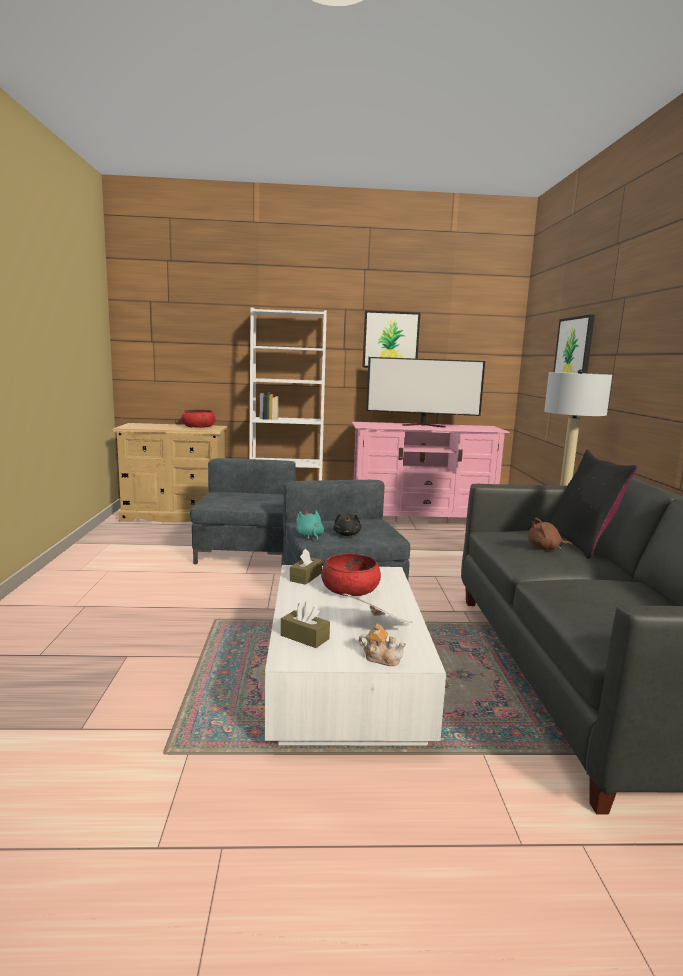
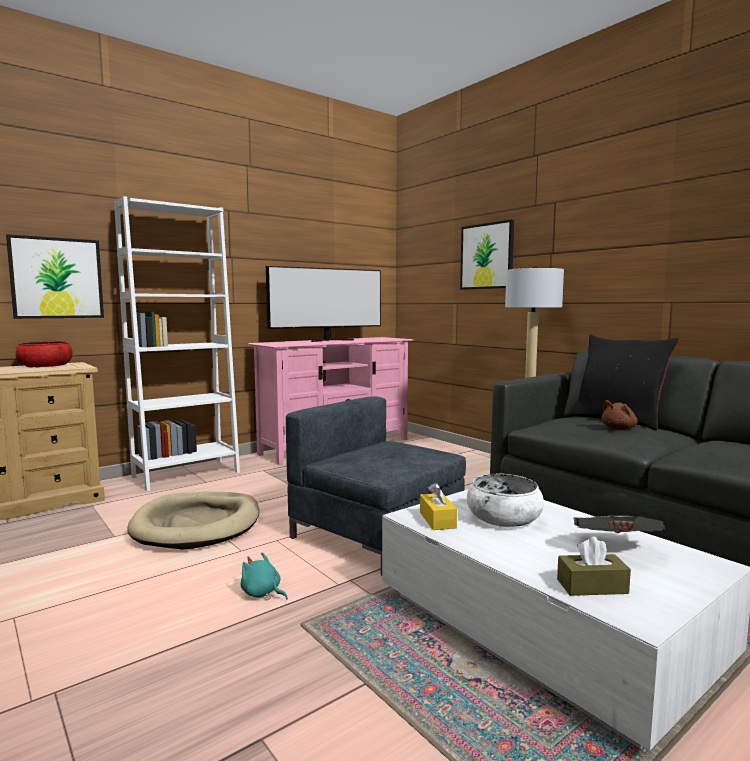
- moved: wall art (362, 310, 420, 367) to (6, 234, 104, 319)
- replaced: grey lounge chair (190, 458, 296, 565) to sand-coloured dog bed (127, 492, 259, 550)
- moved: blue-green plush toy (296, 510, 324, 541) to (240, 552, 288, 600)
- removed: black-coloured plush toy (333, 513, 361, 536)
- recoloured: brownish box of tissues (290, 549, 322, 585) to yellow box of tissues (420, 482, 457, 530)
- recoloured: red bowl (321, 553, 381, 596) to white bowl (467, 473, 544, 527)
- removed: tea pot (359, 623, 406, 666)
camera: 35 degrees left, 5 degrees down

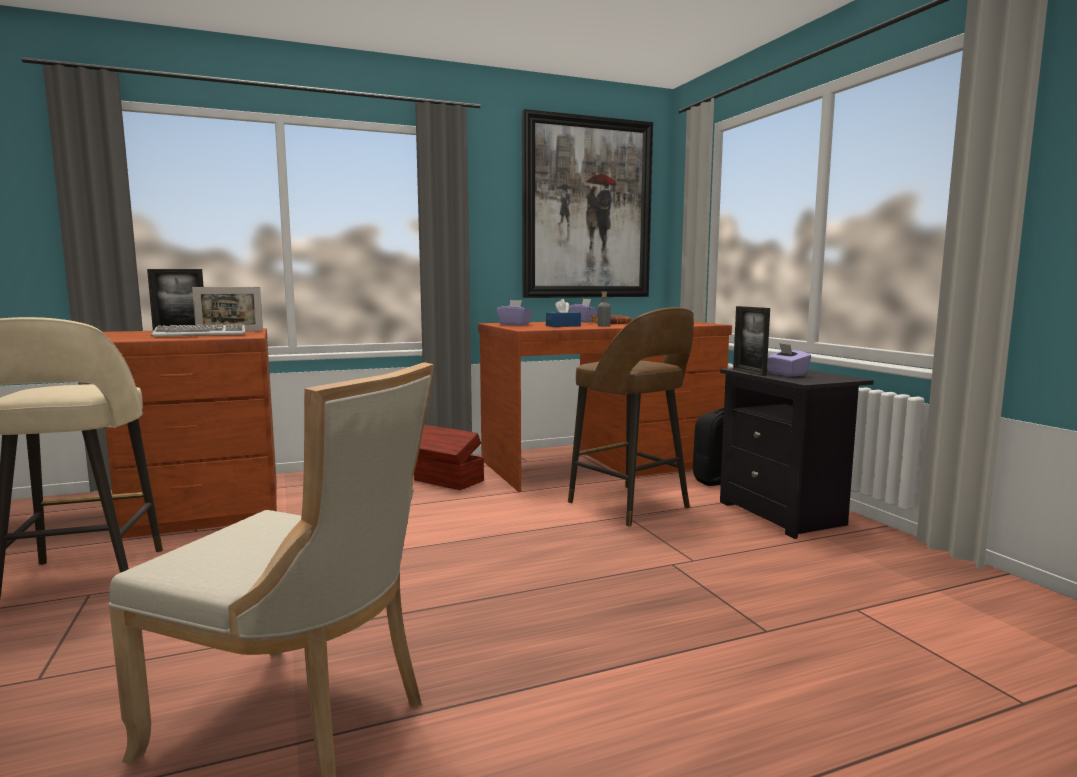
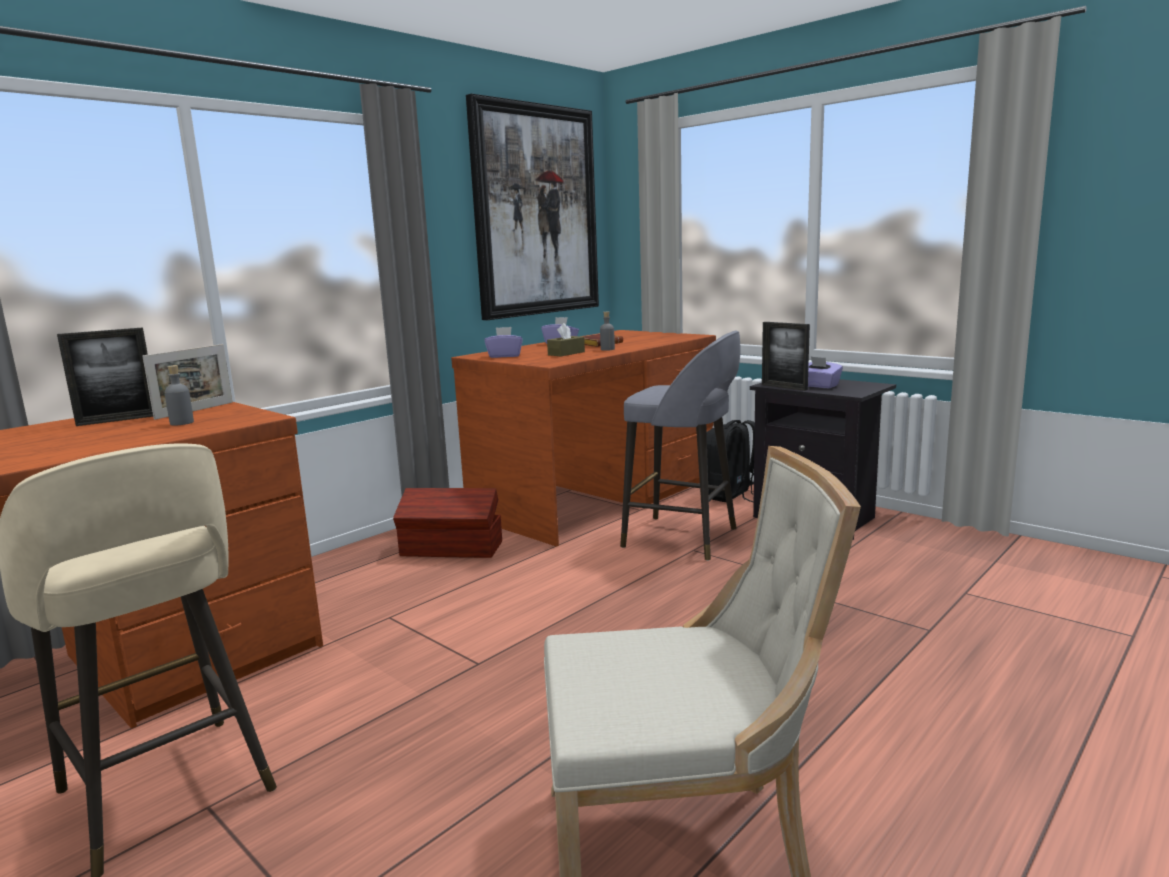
- recoloured: blue box of tissues (546, 299, 581, 327) to brownish box of tissues (547, 323, 585, 356)
- recoloured: brownish stool (568, 307, 694, 527) to grey stool (620, 331, 741, 561)
- replaced: computer keyboard (151, 324, 245, 337) to grey drink bottle (165, 365, 194, 425)
camera: 25 degrees left, 5 degrees up

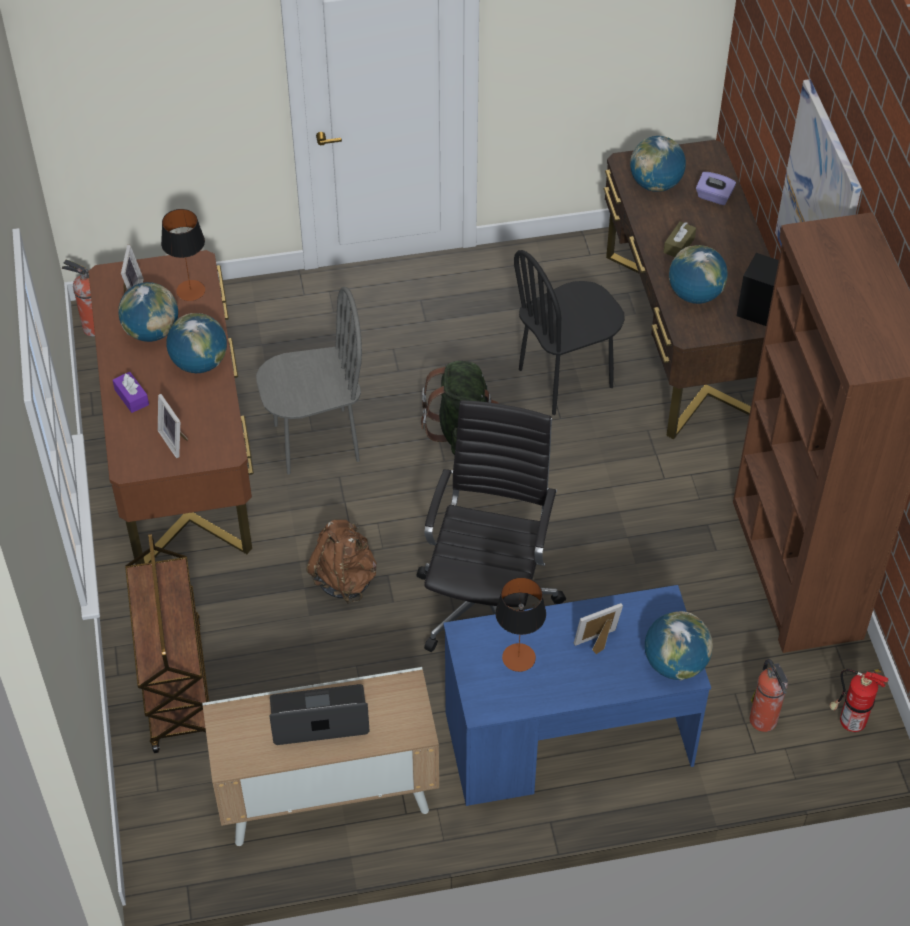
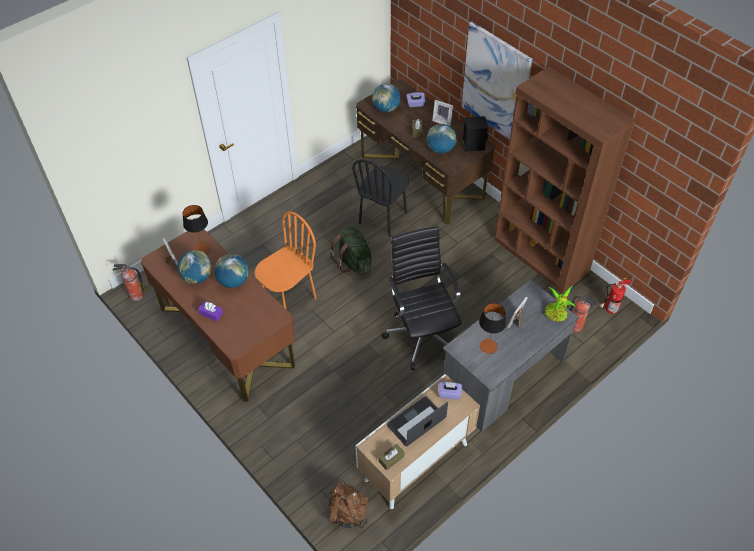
- recoloured: grey plain chair (256, 287, 362, 475) to orangey plain chair (254, 211, 316, 309)
- moved: standing frame (158, 394, 188, 458) to (432, 100, 453, 126)
- moved: brownish knapsack (306, 520, 377, 604) to (328, 480, 368, 528)
- removed: brownish wheeled cart (125, 533, 209, 753)
- recoloured: blue desk (443, 585, 711, 806) to grey desk (443, 280, 579, 432)
- replaced: desk globe (645, 611, 713, 680) to plant in a pot (545, 286, 575, 322)
- added: purple box of tissues (438, 382, 462, 400)
- added: brownish box of tissues (379, 444, 404, 470)
camera: 30 degrees left, 0 degrees up

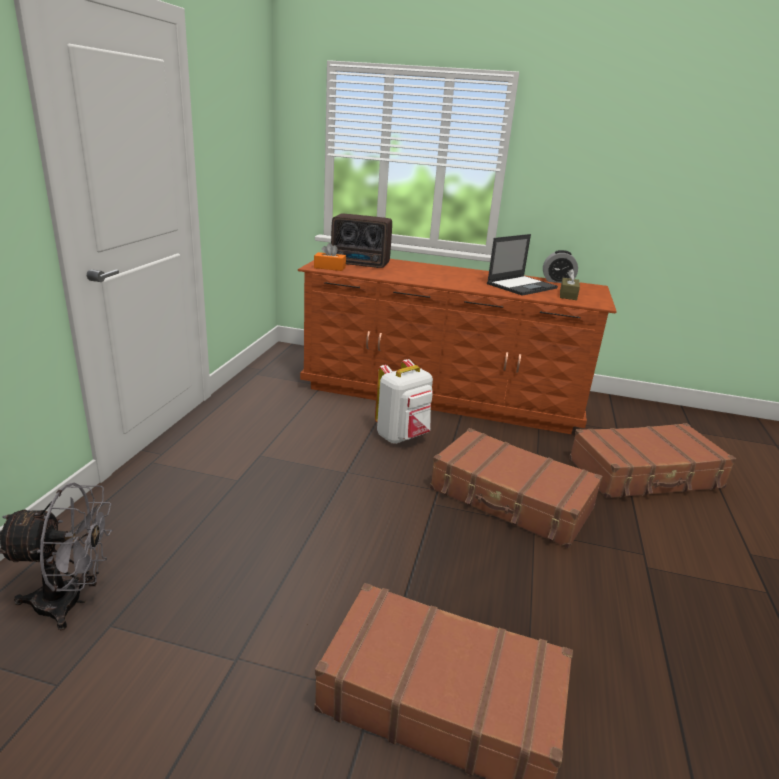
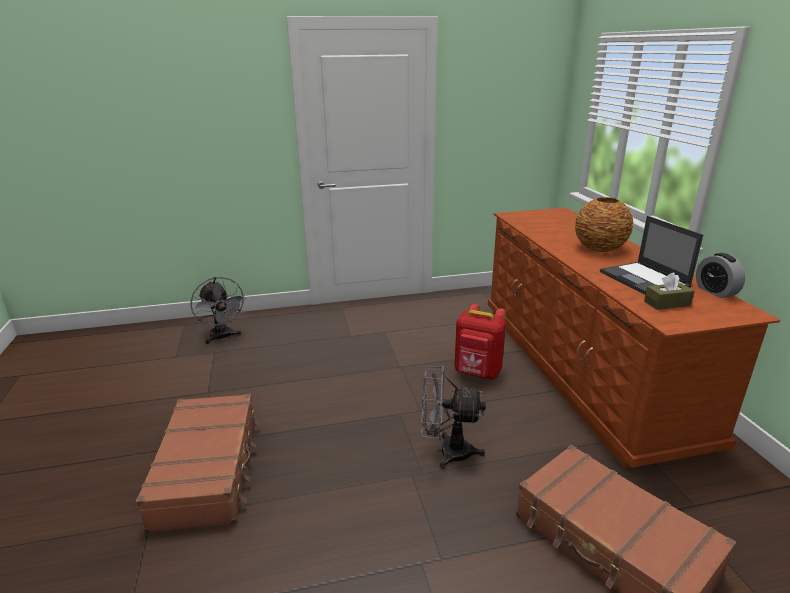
- removed: radio (331, 214, 392, 268)
- turned: portable computer (487, 234, 558, 296) = (600, 216, 703, 295) 45 degrees clockwise
- removed: orangey box of tissues (314, 243, 346, 271)
- recoloured: white knapsack (375, 359, 433, 444) to red knapsack (454, 304, 506, 379)
- replaced: brownish travel case (430, 428, 603, 548) to grey cooling fan (421, 366, 486, 469)
- added: vase (575, 197, 633, 252)
camera: 65 degrees right, 0 degrees up

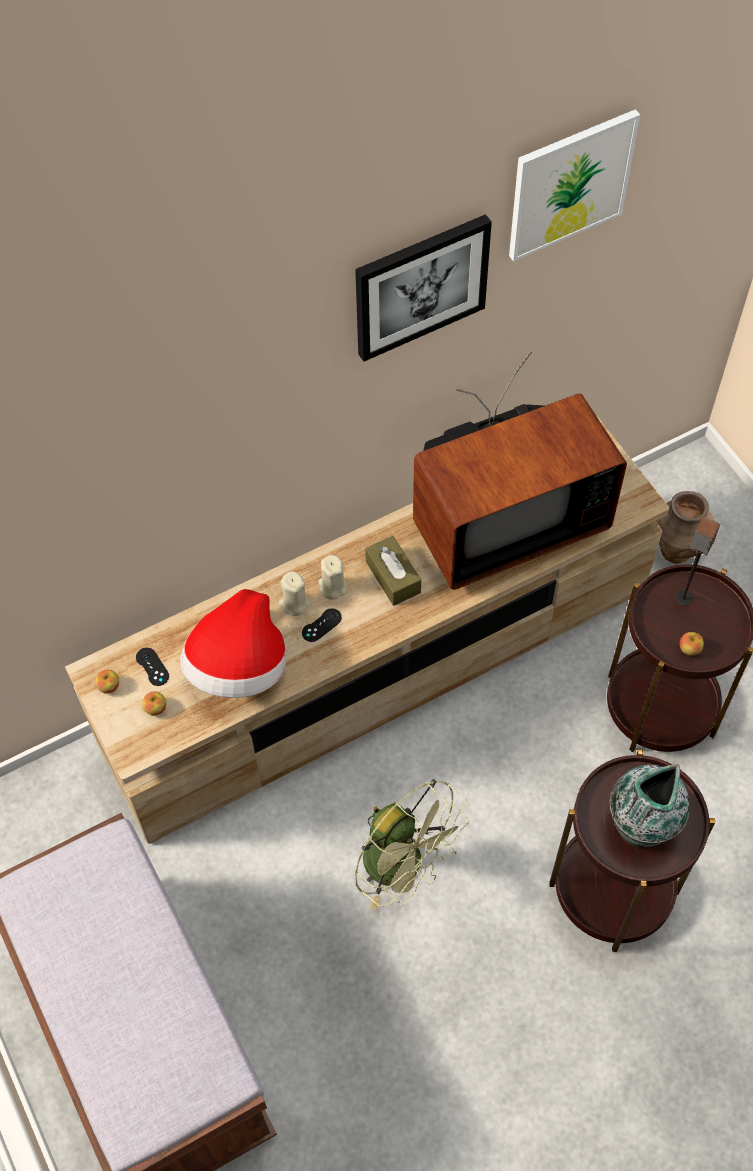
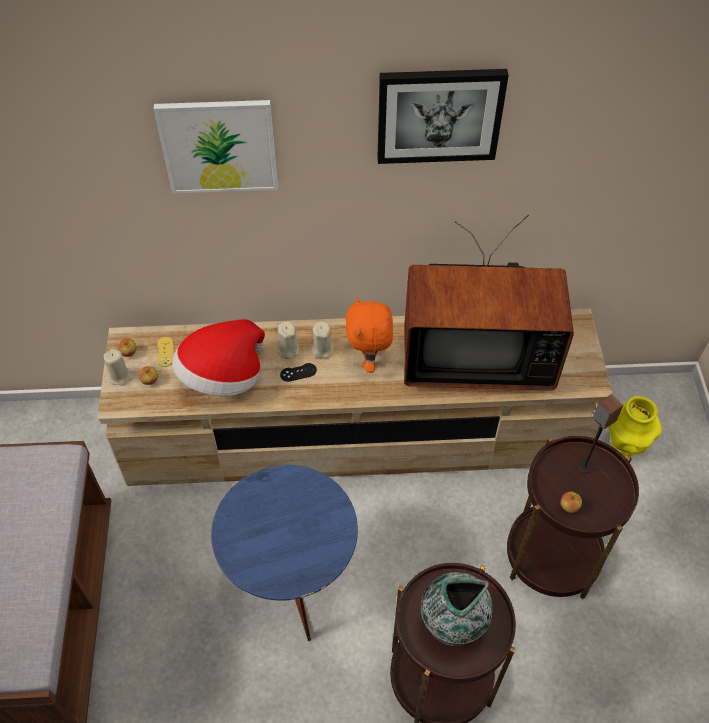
- moved: wall art (509, 109, 640, 262) to (154, 100, 278, 193)
- recoloured: brownish vase (656, 491, 715, 564) to yellow vase (608, 396, 662, 456)
- replaced: brownish box of tissues (365, 536, 421, 606) to orangey plush toy (346, 296, 393, 373)
- recoloured: black-coloured gamepad (136, 648, 169, 686) to yellow gamepad (157, 337, 173, 367)
- replaced: green-coloured cooling fan (354, 779, 470, 910) to blue side table (211, 465, 358, 641)
- added: sand-coloured wax light (104, 349, 133, 386)
camera: 25 degrees right, 5 degrees down

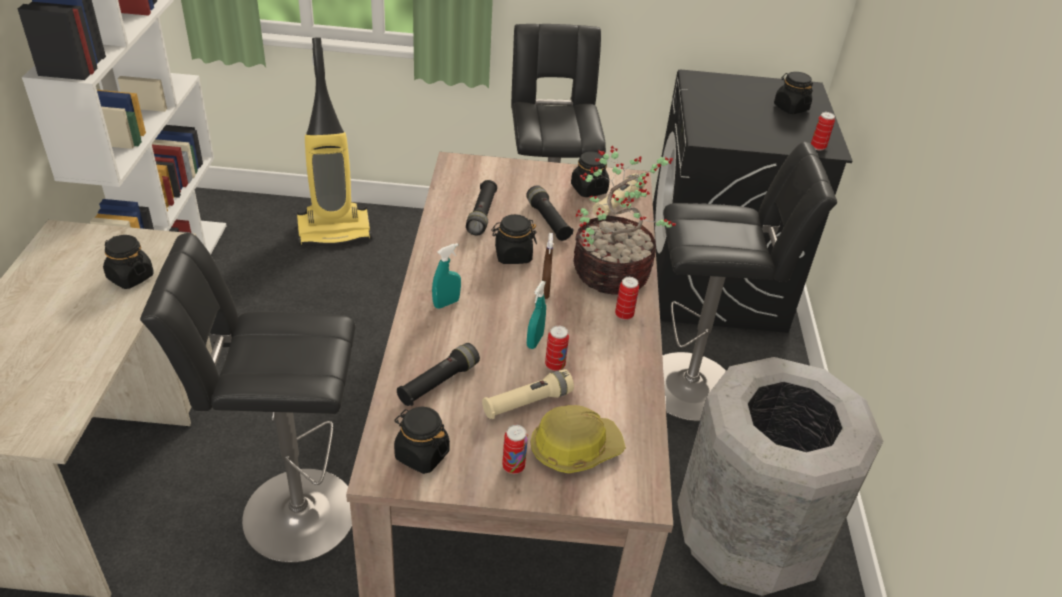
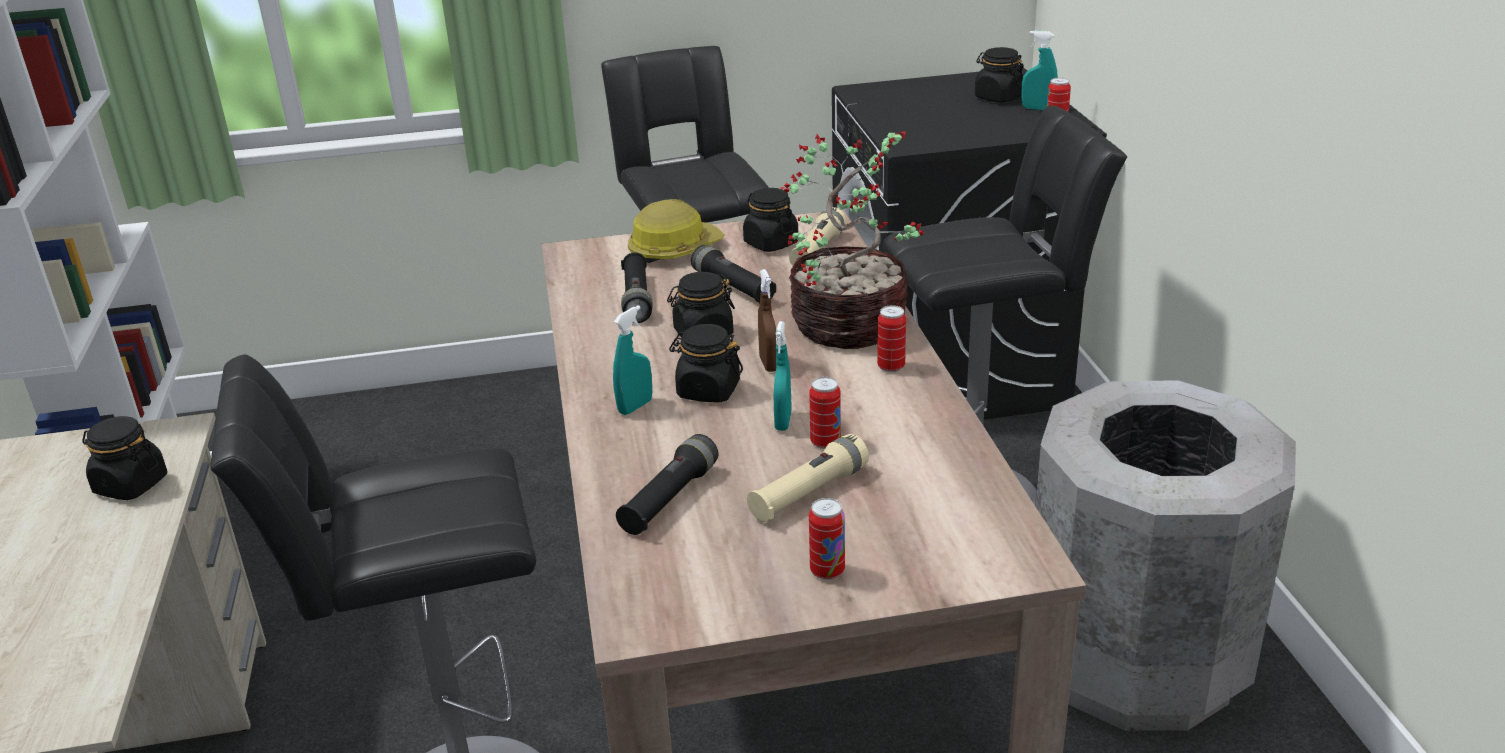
- removed: vacuum cleaner (297, 37, 372, 246)
- moved: safety helmet (530, 405, 626, 474) to (628, 199, 725, 263)
- moved: black-coloured storage jar (394, 407, 450, 474) to (669, 324, 743, 402)
- added: blue-green hand sprayer (1021, 31, 1058, 110)
camera: 10 degrees left, 10 degrees down

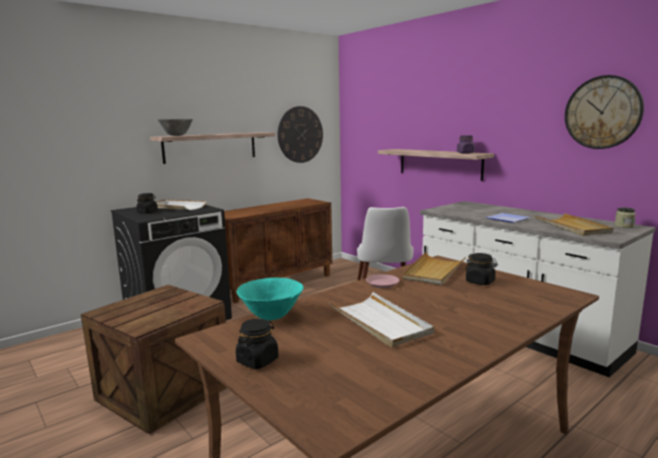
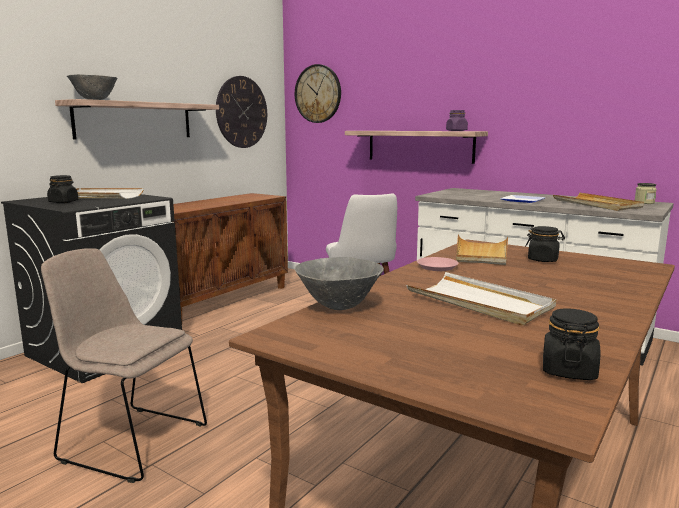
- moved: hanging clock (565, 75, 644, 149) to (295, 64, 341, 123)
- recoloured: blue-green bowl (237, 278, 304, 320) to grey bowl (295, 257, 384, 310)
- replaced: packing crate (81, 285, 226, 434) to sand-coloured plain chair (41, 248, 207, 483)
- moved: black-coloured storage jar (236, 319, 278, 369) to (543, 308, 600, 380)
camera: 15 degrees left, 0 degrees up

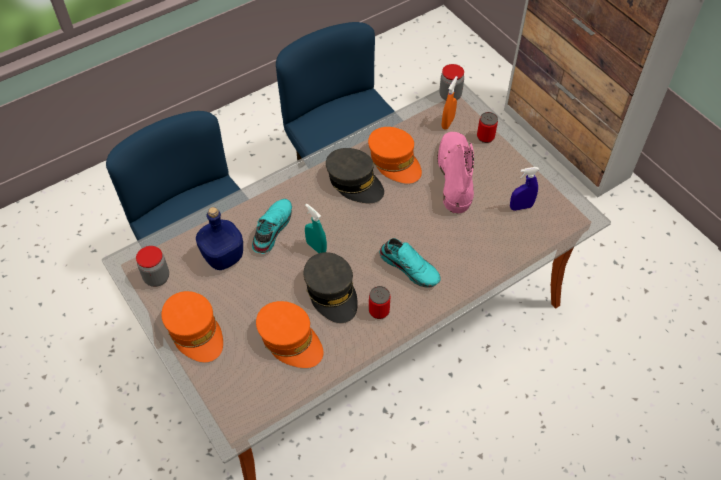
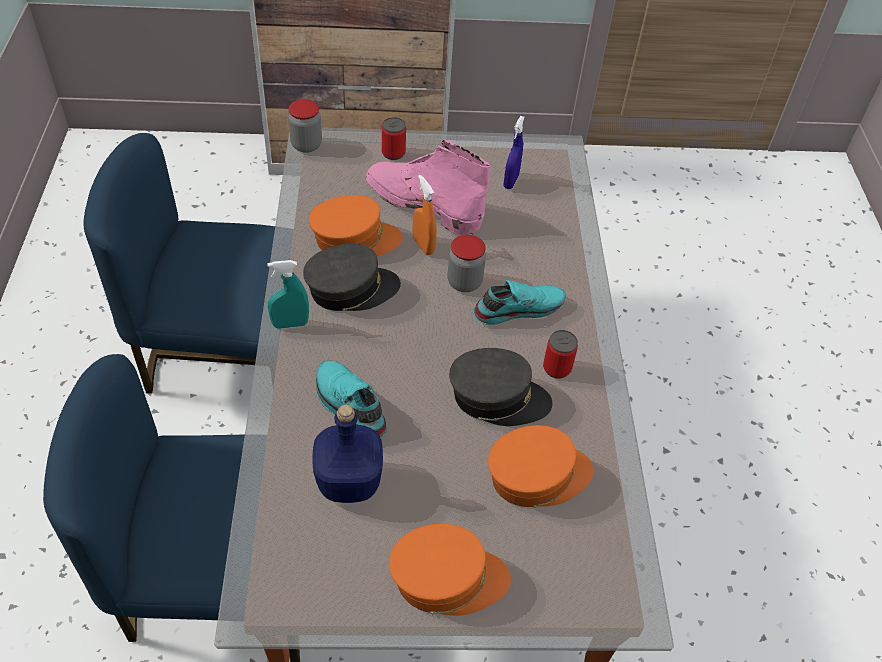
- moved: orangey hand sprayer (441, 76, 458, 130) to (413, 175, 437, 255)
- moved: blue-green hand sprayer (305, 204, 327, 253) to (267, 260, 309, 329)
- moved: storage jar (136, 246, 169, 287) to (447, 235, 486, 292)
camera: 60 degrees left, 5 degrees down

